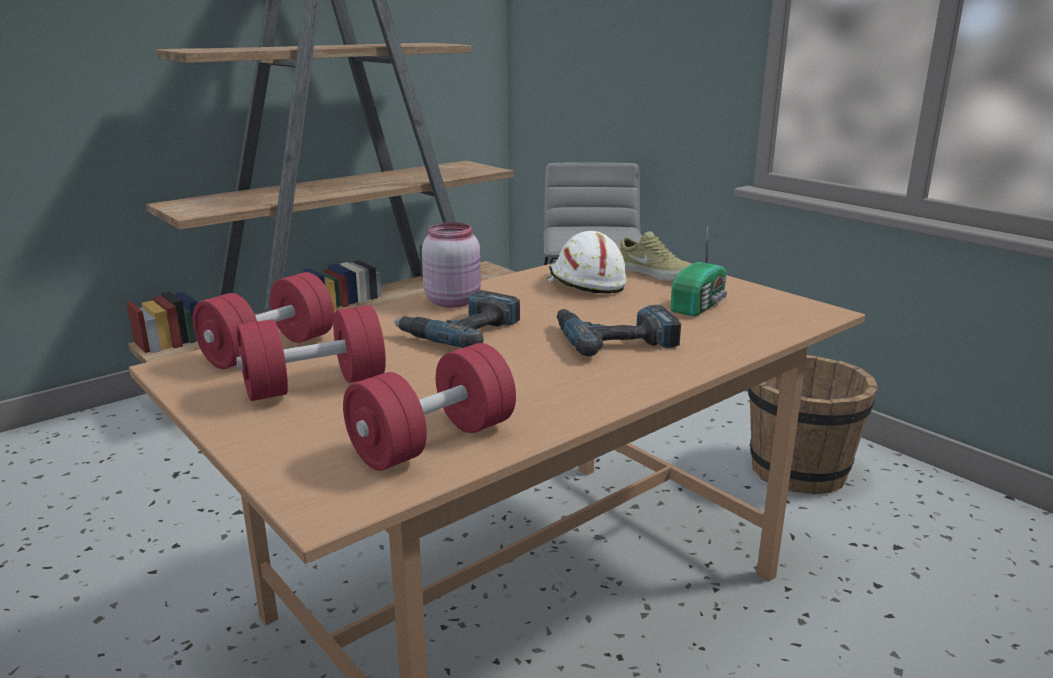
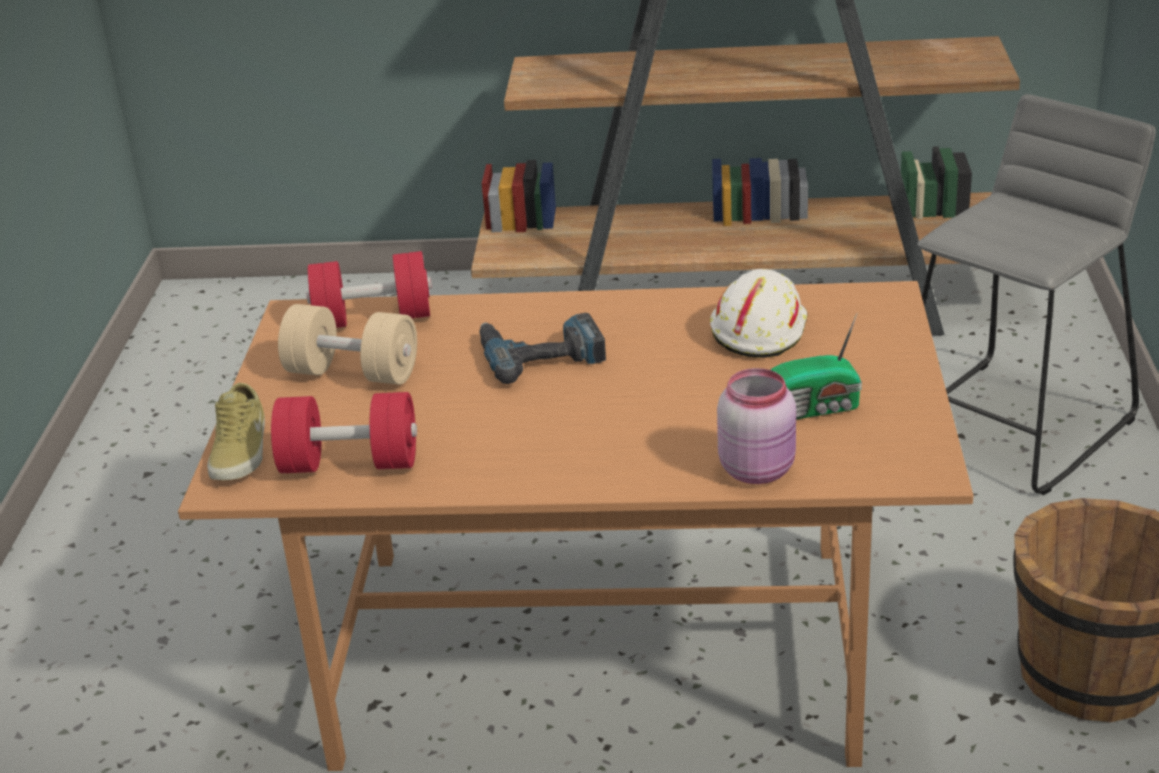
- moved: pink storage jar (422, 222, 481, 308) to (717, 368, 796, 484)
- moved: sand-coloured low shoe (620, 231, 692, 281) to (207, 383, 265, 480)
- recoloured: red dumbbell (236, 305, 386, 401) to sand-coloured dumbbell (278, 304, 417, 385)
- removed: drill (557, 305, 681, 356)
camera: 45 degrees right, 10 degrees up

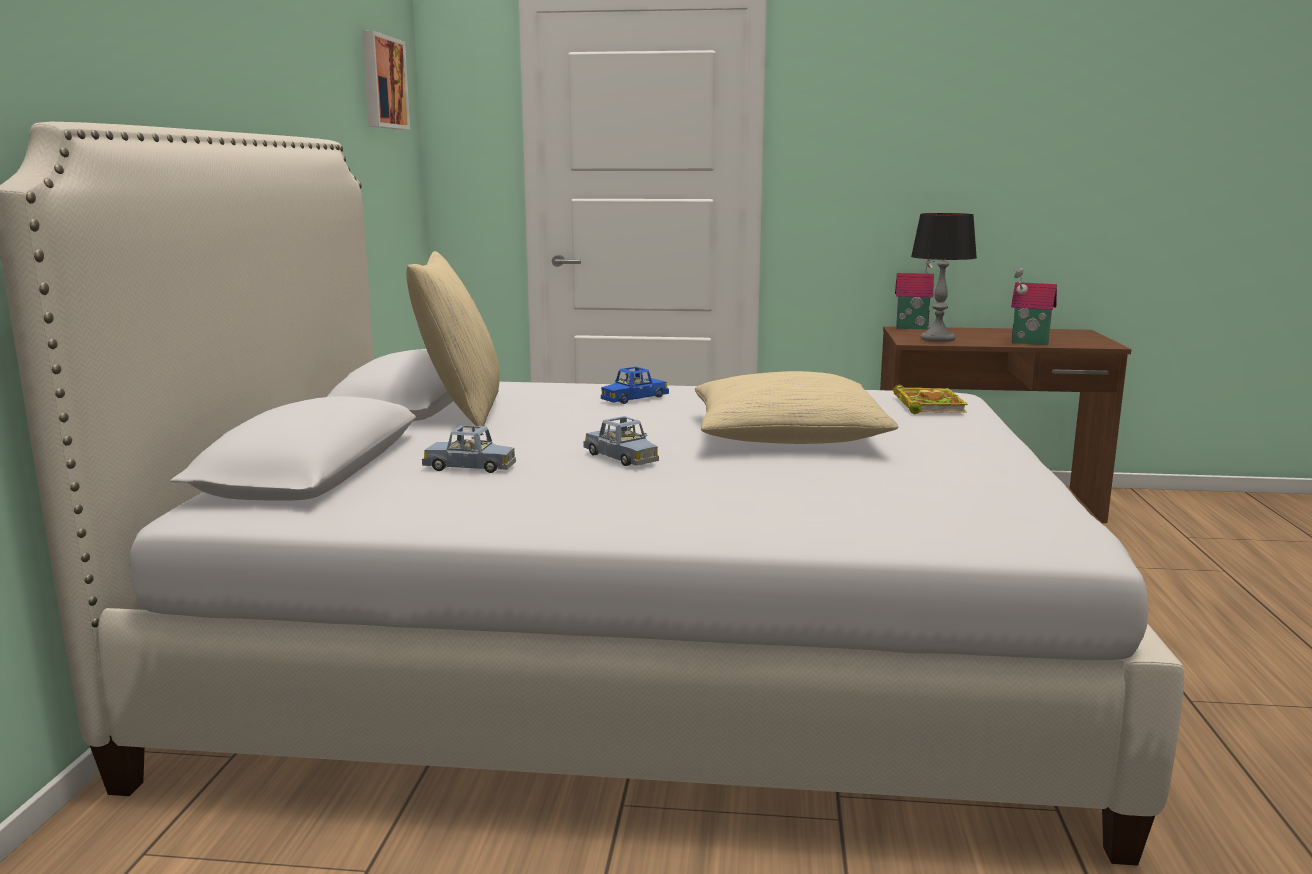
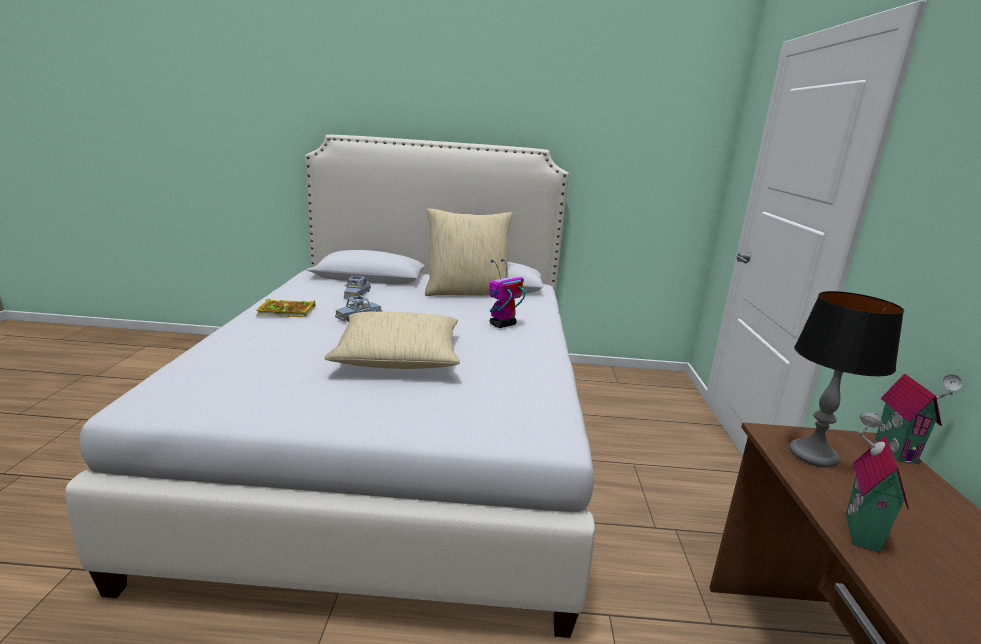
- removed: wall art (362, 31, 410, 130)
- replaced: blue model car (601, 367, 669, 404) to robot figure (489, 259, 525, 328)
- moved: bound book (893, 385, 968, 414) to (256, 299, 315, 317)
camera: 85 degrees right, 5 degrees up

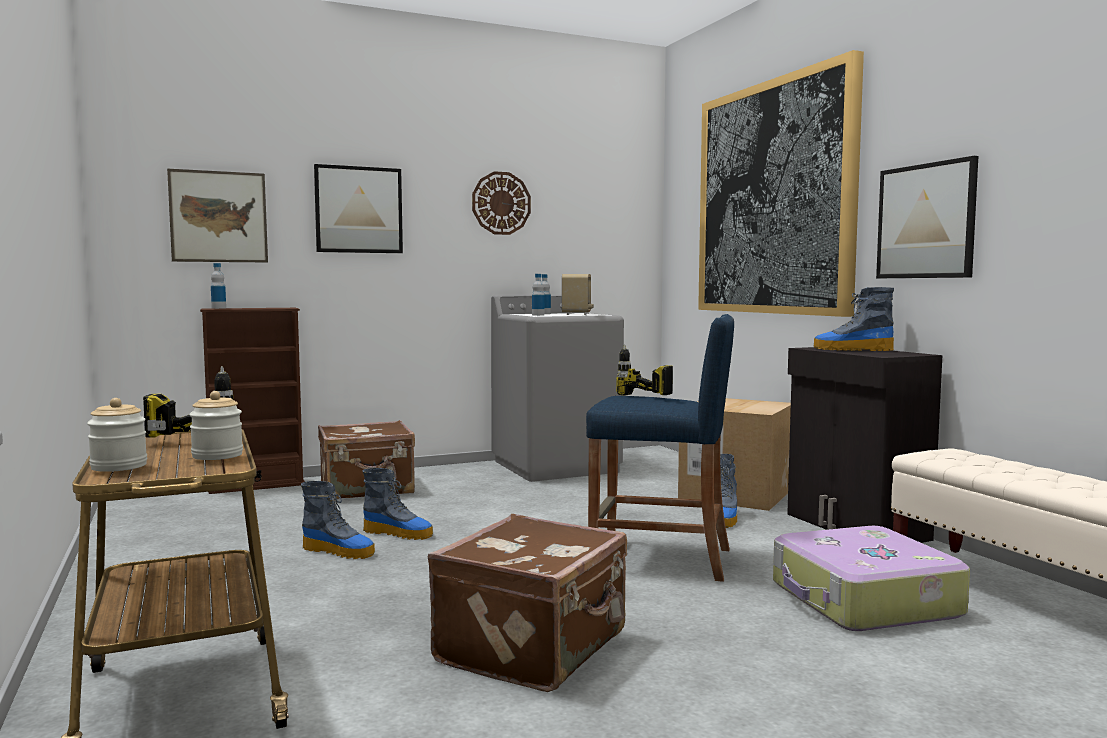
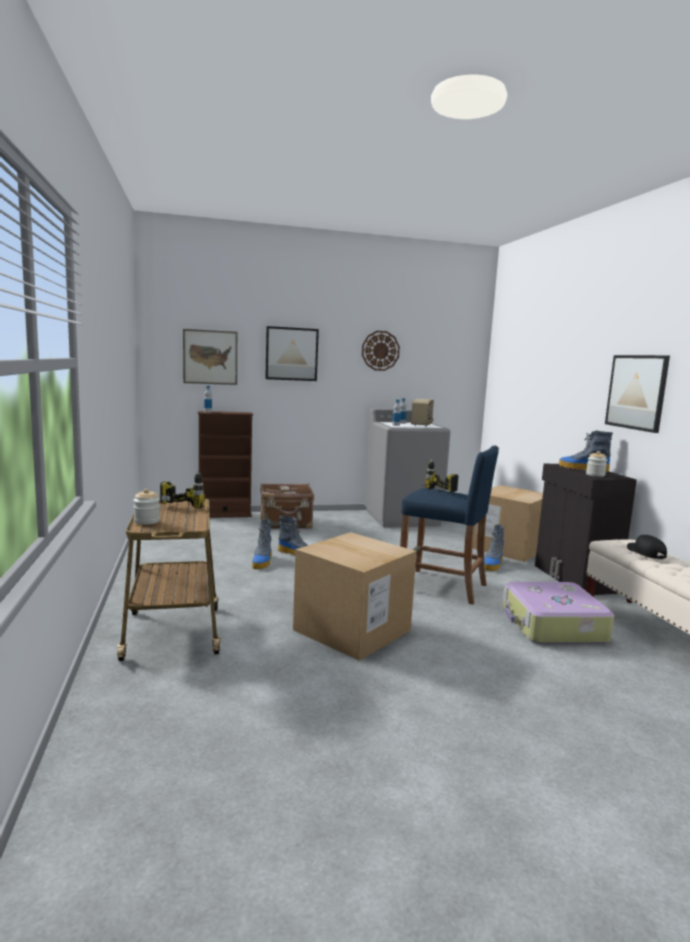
- removed: wall art (698, 50, 864, 317)
- moved: storage jar (189, 391, 243, 460) to (586, 451, 607, 477)
- turned: tall boot (301, 481, 375, 559) = (252, 519, 271, 569) 60 degrees clockwise
- replaced: brownish travel case (428, 514, 627, 692) to cardboard box (293, 532, 416, 661)
- added: black-coloured baseball cap (627, 535, 667, 559)
camera: 10 degrees right, 5 degrees up

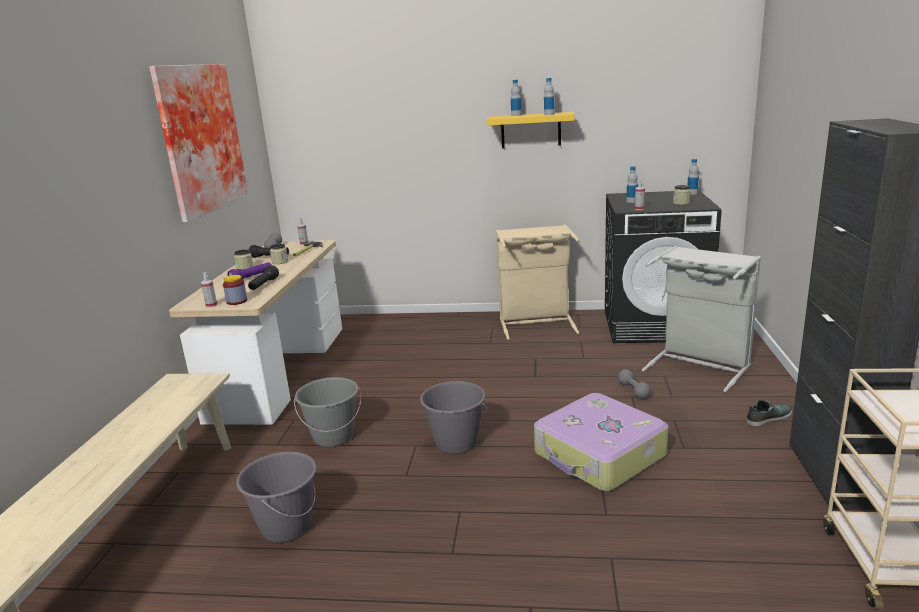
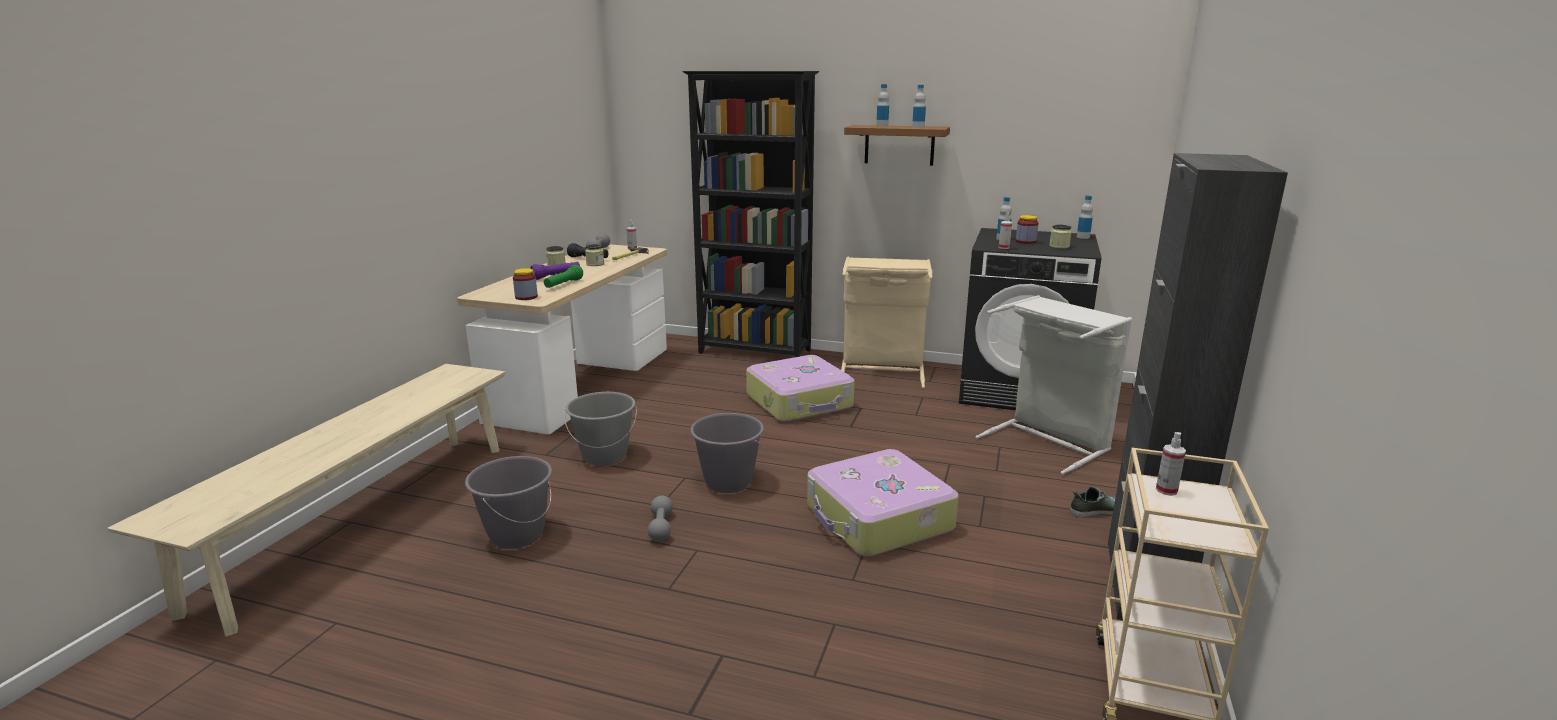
- removed: wall art (149, 64, 248, 222)
- recoloured: yellow shelf (486, 112, 574, 148) to brownish shelf (844, 125, 950, 166)
- recoloured: black-coloured torch (248, 265, 279, 290) to green-coloured torch (544, 265, 583, 288)
- moved: hand sprayer (201, 272, 217, 308) to (1156, 432, 1186, 496)
- moved: grey dumbbell (618, 369, 651, 399) to (648, 496, 673, 542)
- added: black-coloured shelving unit (682, 71, 819, 358)
- added: storage jar (1016, 215, 1038, 244)
- added: travel case (746, 355, 855, 422)
camera: 10 degrees right, 0 degrees up

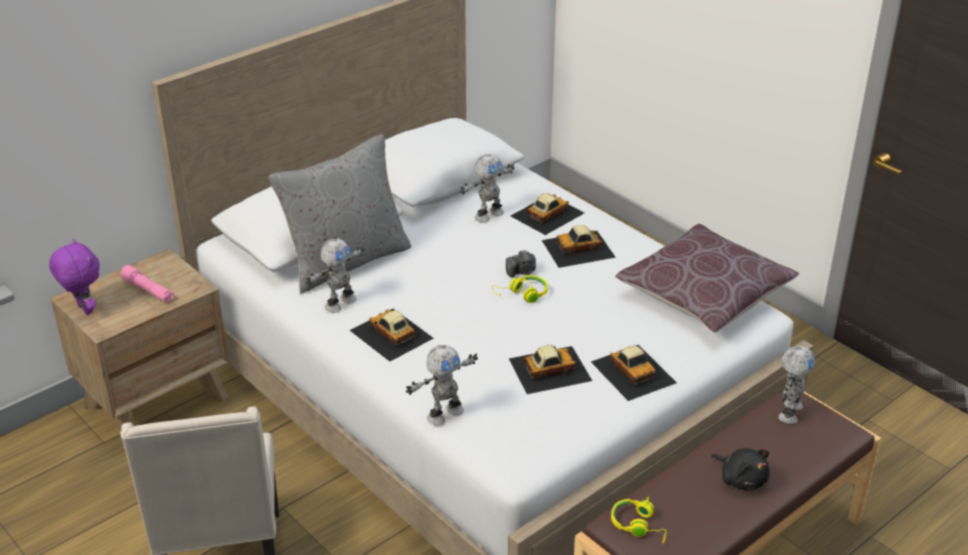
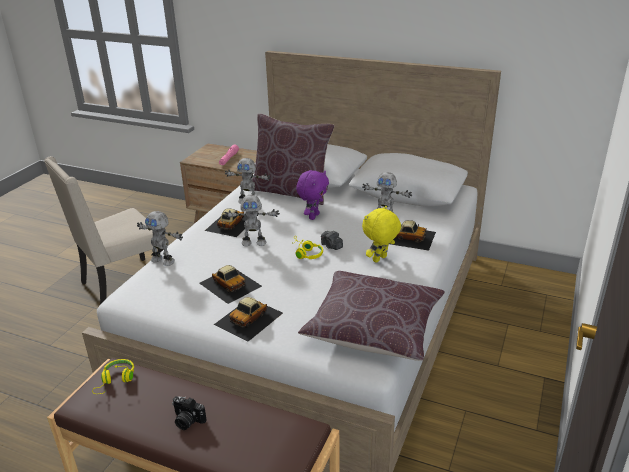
- recoloured: grey pillow (268, 134, 411, 294) to brownish pillow (252, 113, 334, 205)
- replaced: model car (542, 225, 616, 268) to yellow plush toy (362, 206, 401, 263)
- moved: purple plush toy (49, 239, 100, 315) to (296, 170, 329, 220)
- moved: robot figure (778, 346, 815, 424) to (224, 195, 280, 246)
- replaced: black-coloured plush toy (711, 448, 770, 491) to still camera (172, 396, 207, 430)
camera: 65 degrees right, 5 degrees down

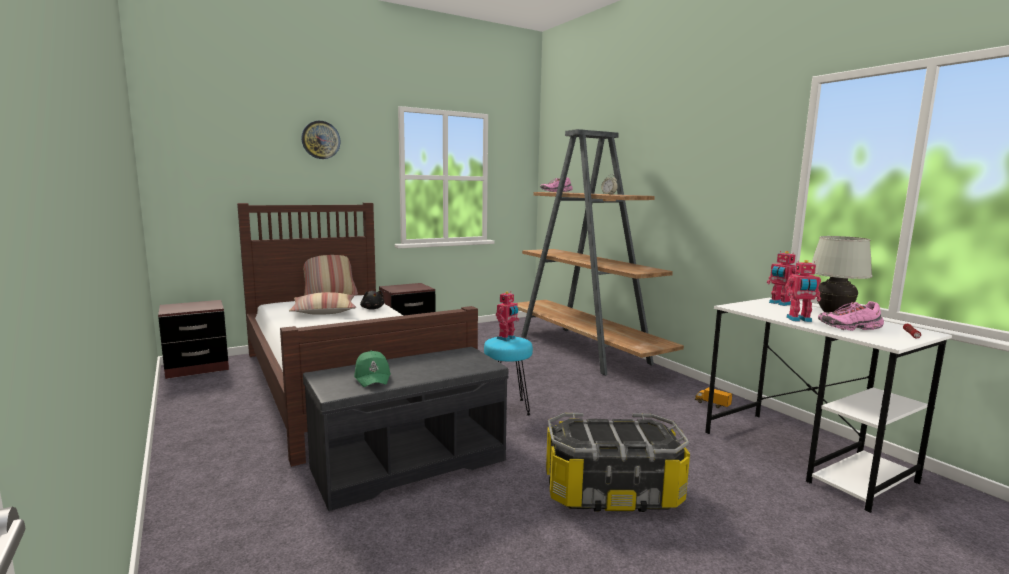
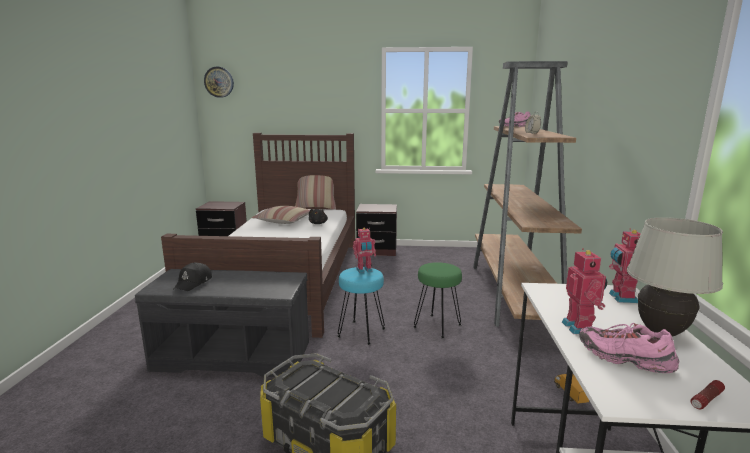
- moved: hanging clock (301, 121, 341, 159) to (204, 67, 234, 98)
- turned: robot figure (785, 260, 821, 322) = (562, 248, 607, 334) 135 degrees counterclockwise
- recoloured: green-coloured baseball cap (354, 351, 391, 387) to black-coloured baseball cap (173, 262, 212, 291)
- added: green-coloured stool (413, 262, 462, 338)
camera: 35 degrees right, 5 degrees up

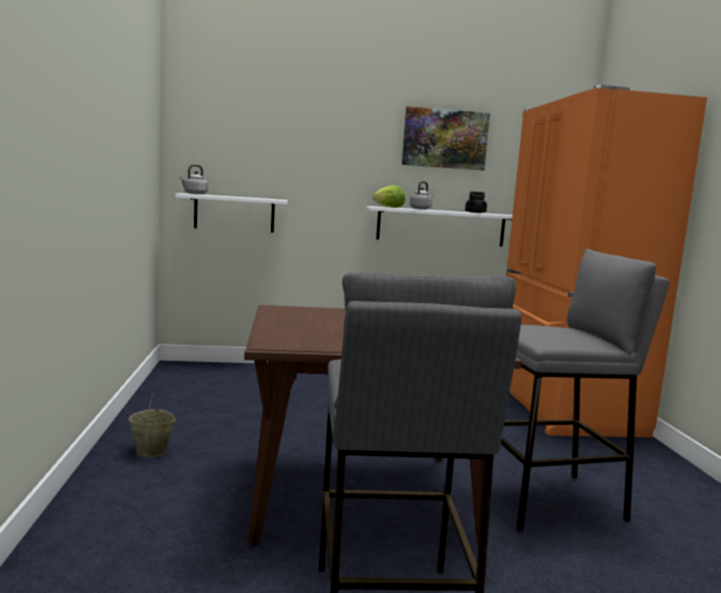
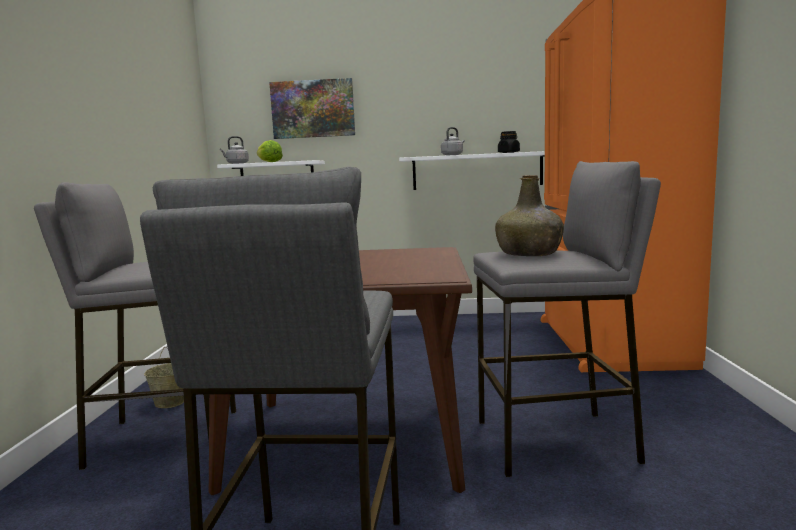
- moved: wall art (402, 106, 490, 170) to (269, 78, 355, 139)
- moved: lettuce (373, 185, 405, 208) to (257, 140, 283, 162)
- added: green-coloured drink bottle (495, 175, 564, 256)
- added: grey stool (34, 182, 236, 470)
camera: 10 degrees right, 0 degrees up

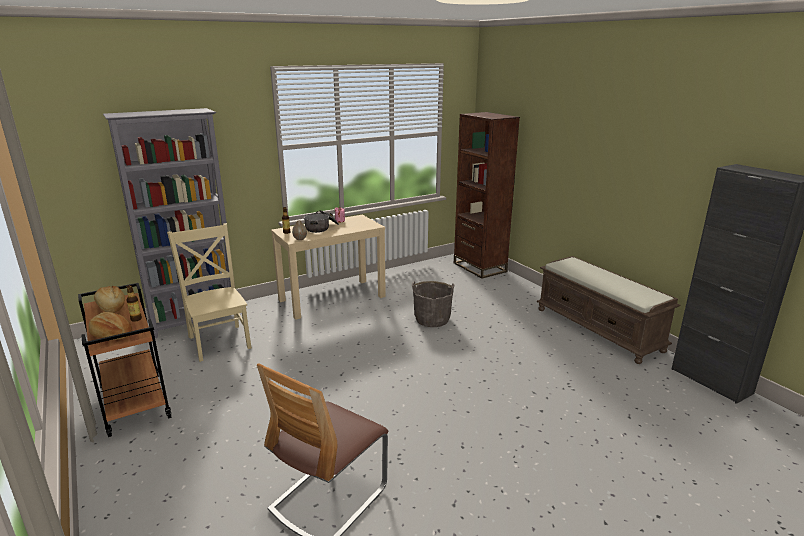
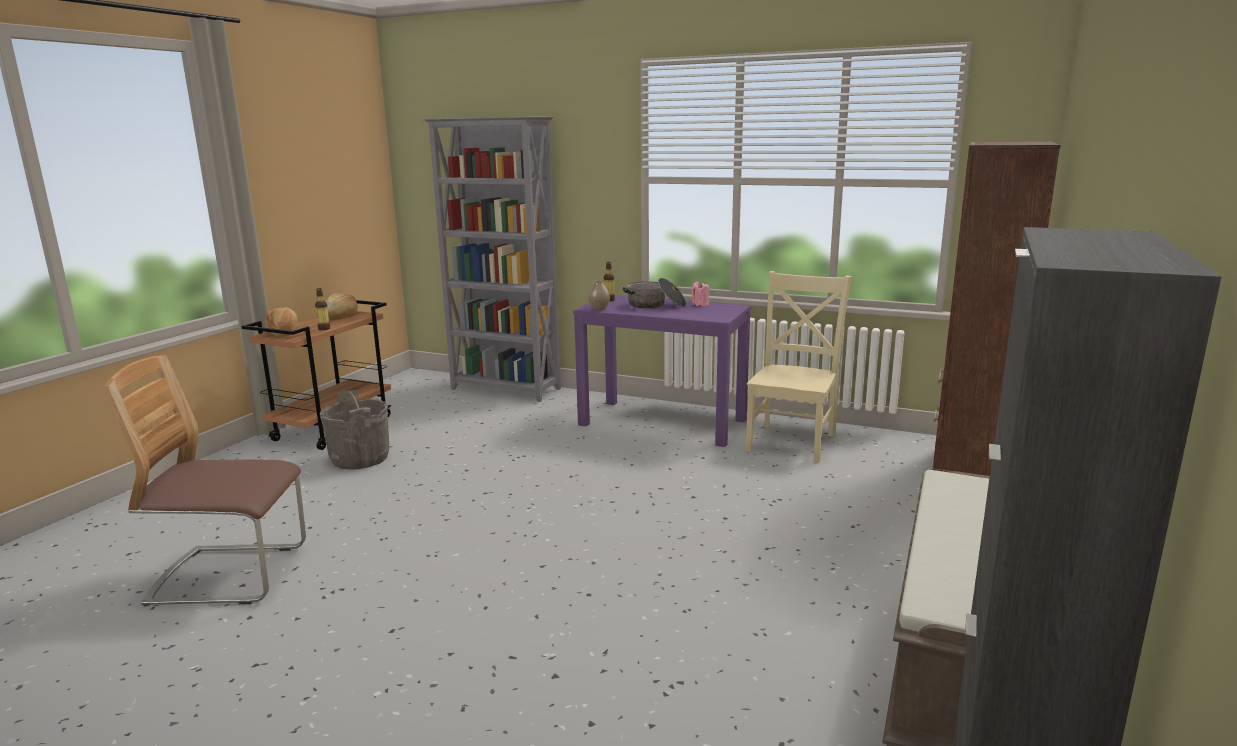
- recoloured: sand-coloured hall table (271, 215, 386, 320) to purple hall table (573, 295, 751, 447)
- moved: sand-coloured plain chair (167, 223, 252, 362) to (746, 271, 852, 463)
- moved: grey pail (412, 281, 454, 327) to (320, 390, 389, 470)
camera: 55 degrees right, 5 degrees down

